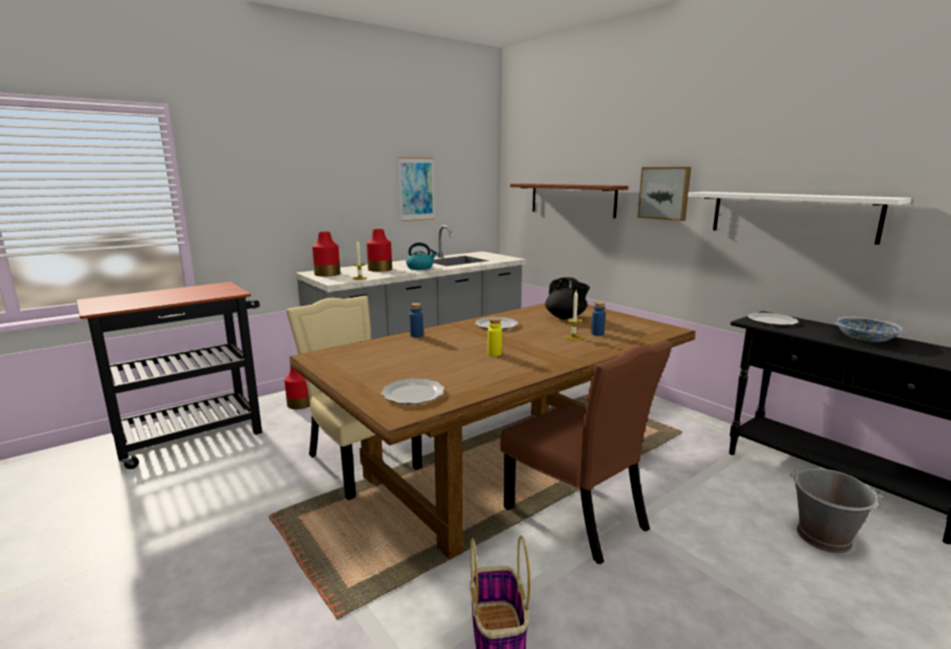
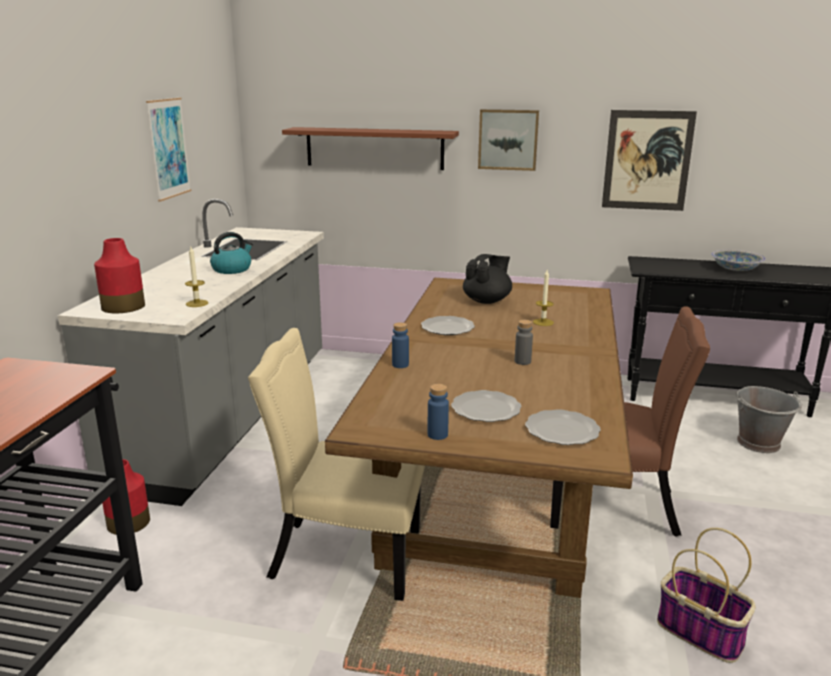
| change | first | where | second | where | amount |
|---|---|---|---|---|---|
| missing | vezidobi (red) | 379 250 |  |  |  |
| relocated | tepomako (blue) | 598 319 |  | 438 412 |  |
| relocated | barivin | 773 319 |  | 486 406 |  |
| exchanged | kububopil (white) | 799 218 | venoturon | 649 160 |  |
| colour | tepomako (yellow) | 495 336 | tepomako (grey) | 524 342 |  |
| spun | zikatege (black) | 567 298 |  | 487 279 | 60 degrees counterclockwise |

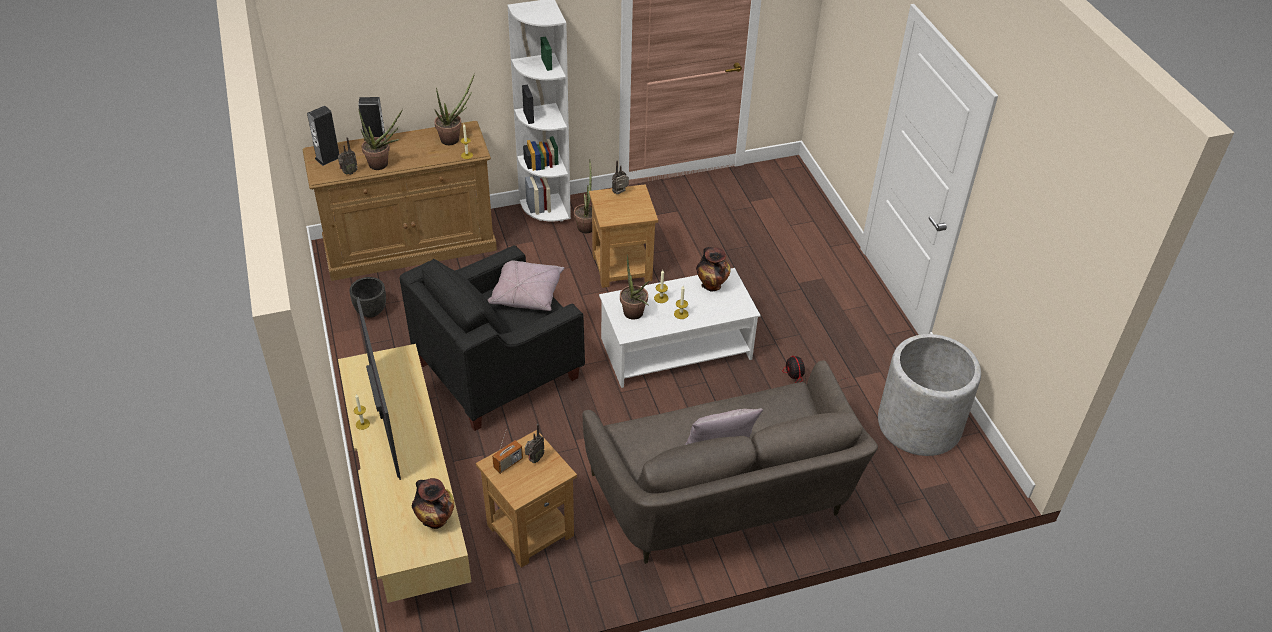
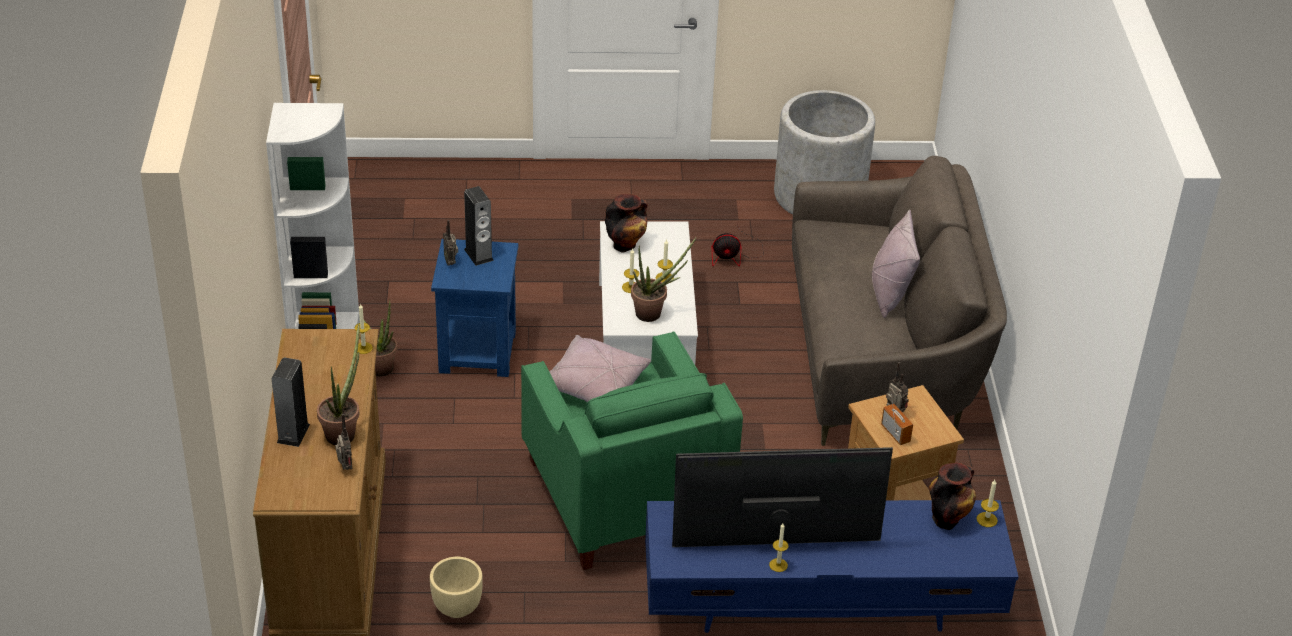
| change | first | where | second | where | amount |
|---|---|---|---|---|---|
| missing | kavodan | 454 109 |  |  |  |
| appeared |  |  | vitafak | 988 503 |  |
| relocated | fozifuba | 323 136 |  | 479 226 |  |
| colour | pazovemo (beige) | 404 473 | pazovemo (blue) | 832 566 |  |
| colour | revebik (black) | 367 297 | revebik (beige) | 456 587 |  |
| colour | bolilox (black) | 492 338 | bolilox (green) | 632 450 |  |
| colour | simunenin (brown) | 623 236 | simunenin (blue) | 474 308 |  |

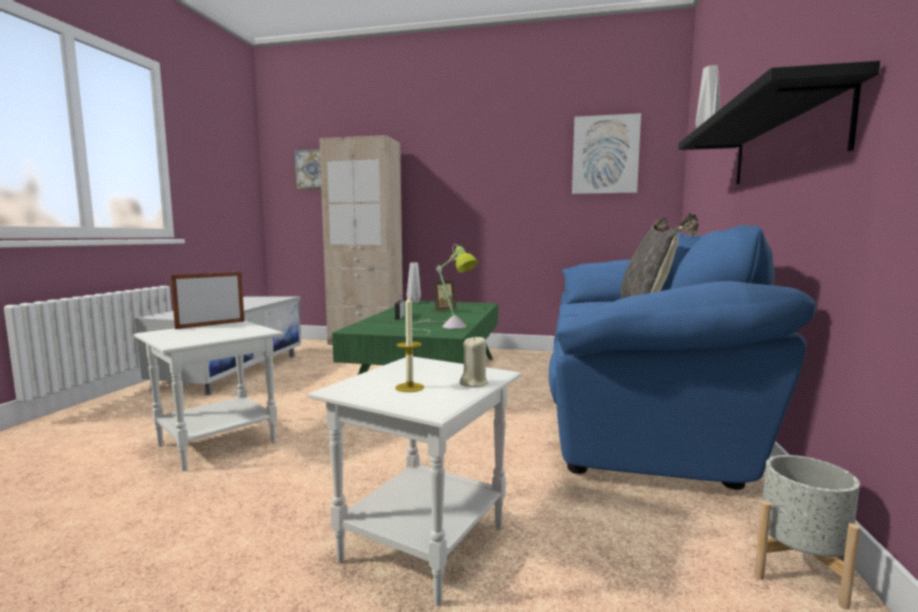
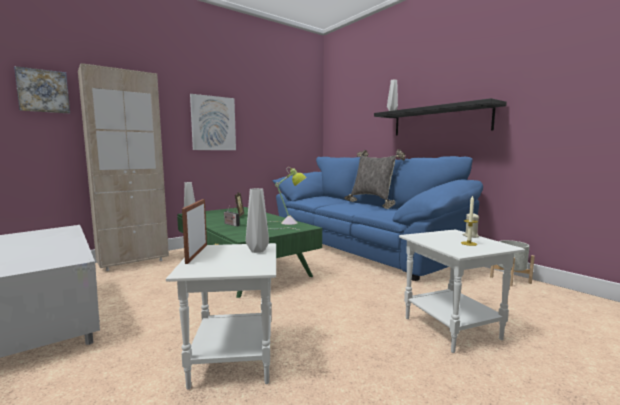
| change | first | where | second | where | amount |
|---|---|---|---|---|---|
| appeared |  |  | vezidobi (grey) | 257 220 |  |
| relocated | venoturon | 606 153 |  | 213 122 |  |

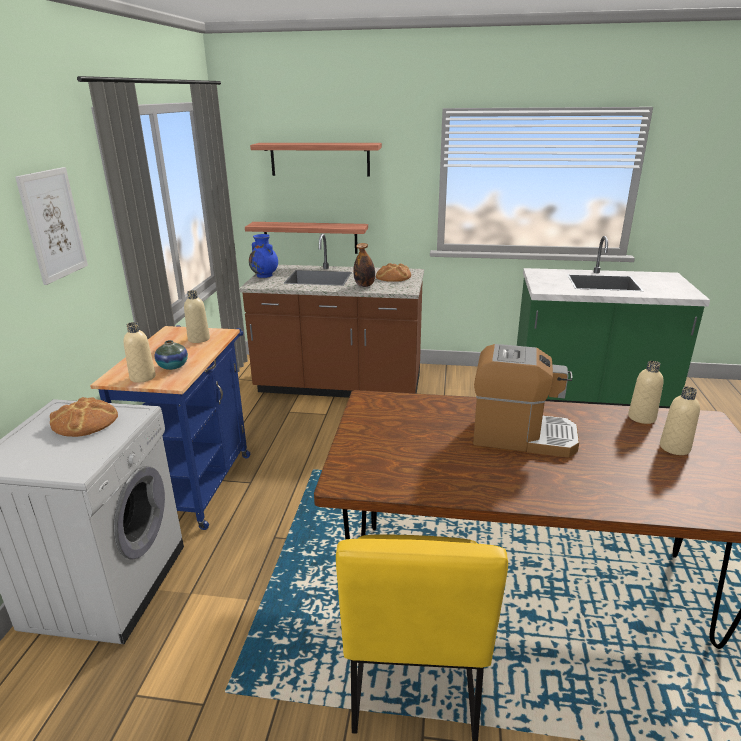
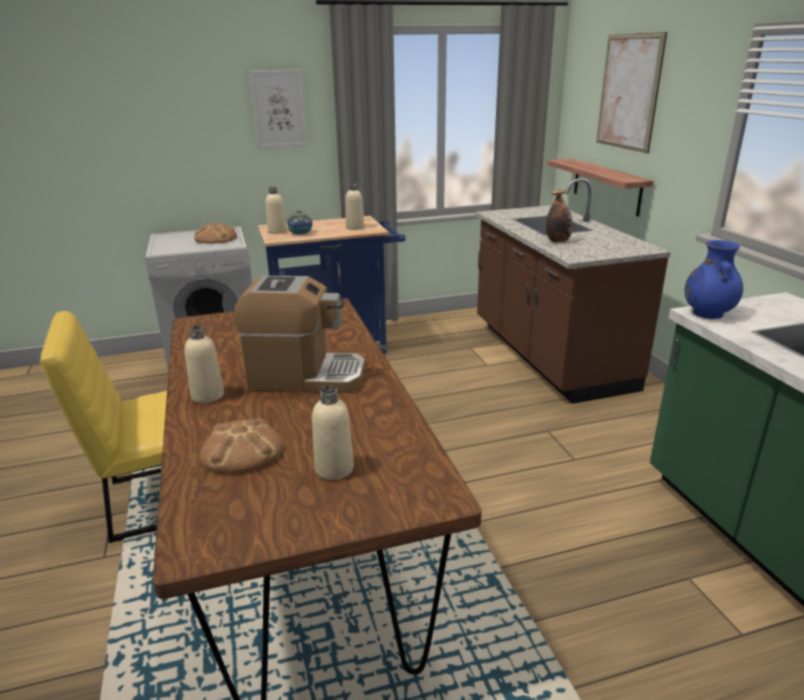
| change | first | where | second | where | amount |
|---|---|---|---|---|---|
| relocated | vezidobi (blue) | 263 256 |  | 713 279 |  |
| relocated | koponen | 393 272 |  | 241 446 |  |
| relocated | tepomako (beige) | 646 392 |  | 204 364 |  |
| exchanged | kububopil | 316 160 | venoturon | 631 93 |  |
| spun | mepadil | 526 401 |  | 300 334 | 75 degrees counterclockwise |

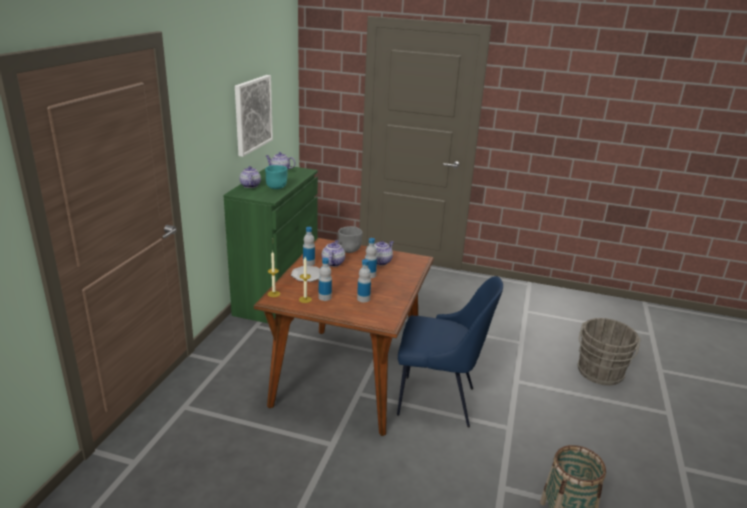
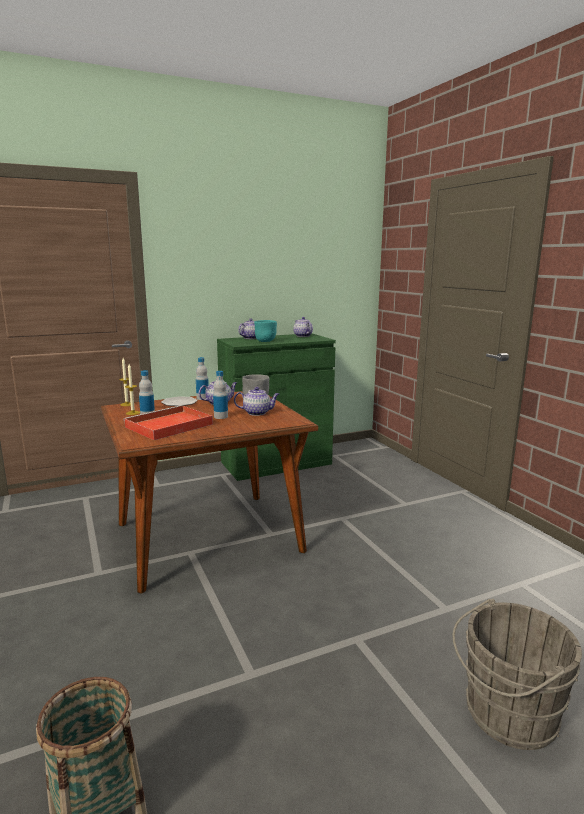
| change | first | where | second | where | amount |
|---|---|---|---|---|---|
| missing | venoturon | 254 116 |  |  |  |
| missing | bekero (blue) | 450 352 |  |  |  |
| exchanged | tepomako | 364 280 | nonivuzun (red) | 168 422 |  |

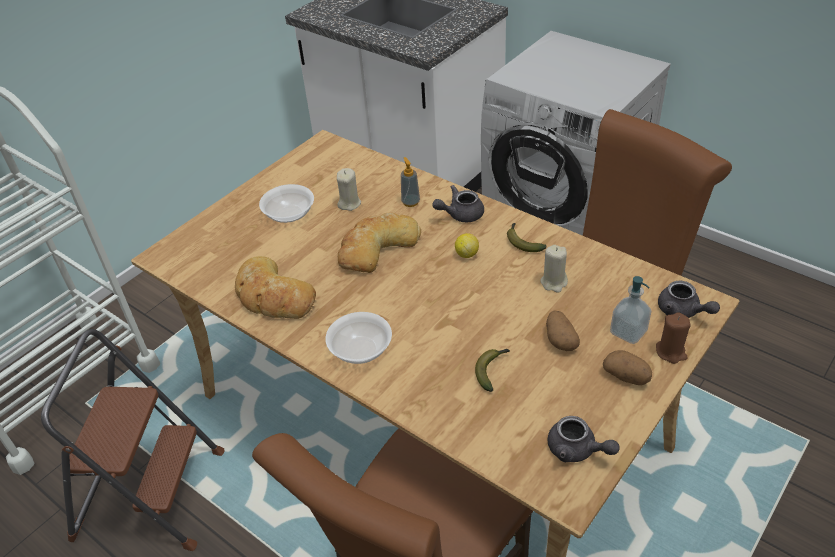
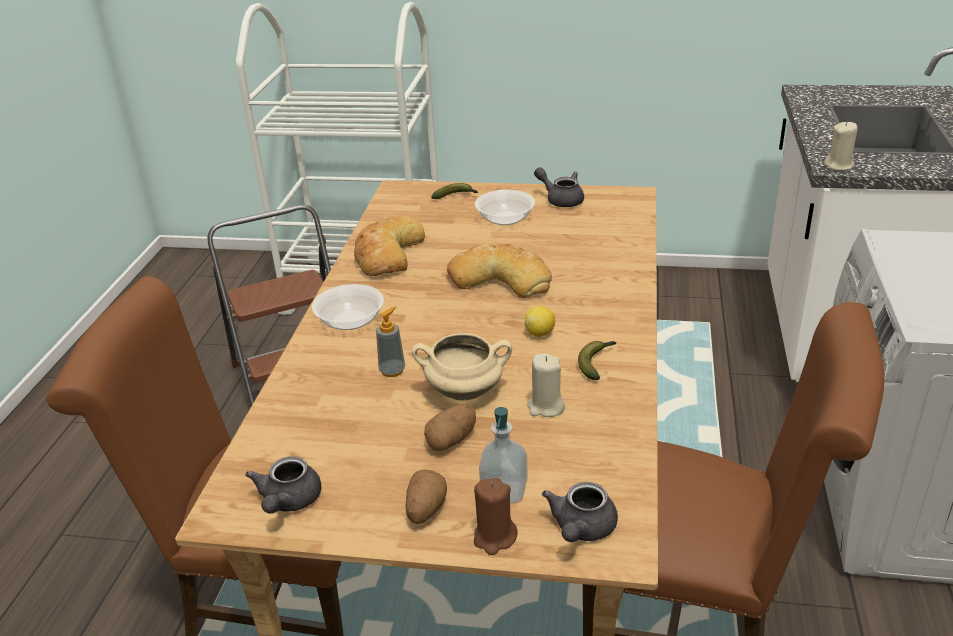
| change | first | where | second | where | amount |
|---|---|---|---|---|---|
| appeared |  |  | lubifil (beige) | 462 367 |  |
| relocated | vitafak (beige) | 349 189 |  | 841 145 |  |
| relocated | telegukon | 410 182 |  | 390 341 |  |
| relocated | zikatege (grey) | 458 203 |  | 559 187 |  |
| relocated | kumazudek | 492 370 |  | 454 191 |  |

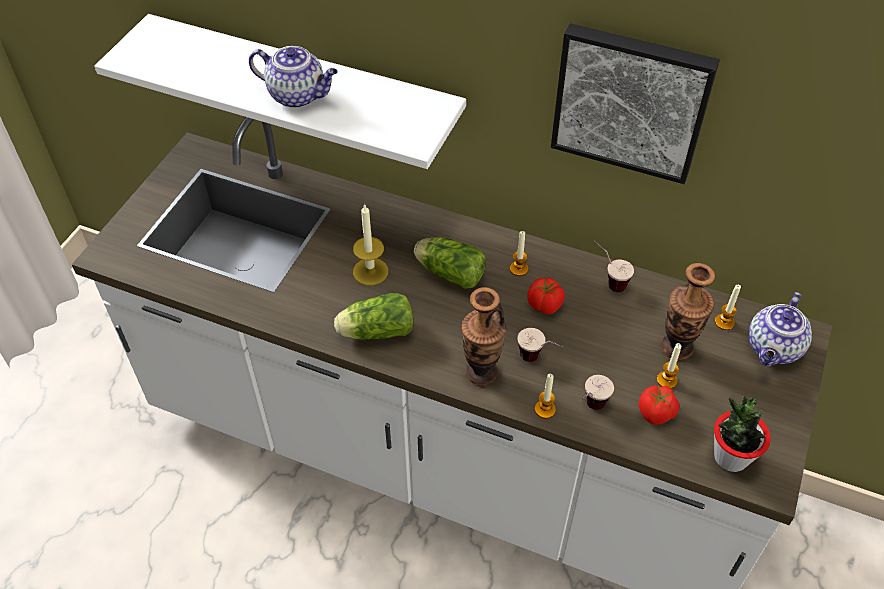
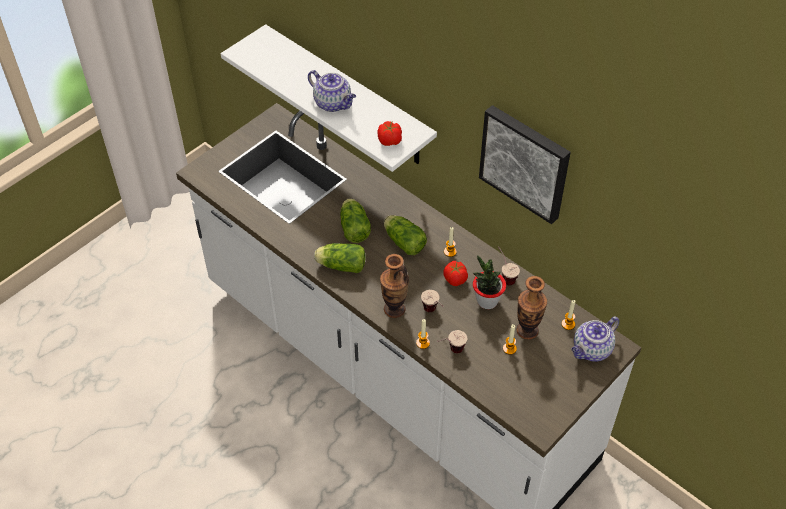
| change | first | where | second | where | amount |
|---|---|---|---|---|---|
| relocated | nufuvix | 658 405 |  | 390 133 |  |
| relocated | kavodan | 742 434 |  | 489 282 |  |
| exchanged | vitafak | 370 244 | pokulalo | 355 220 |  |

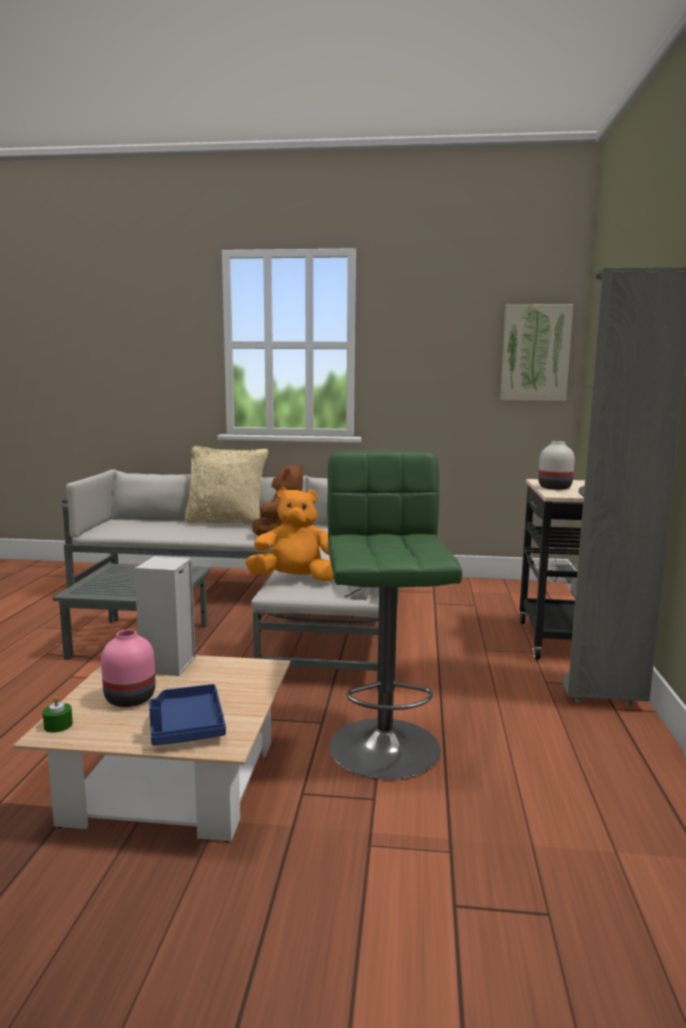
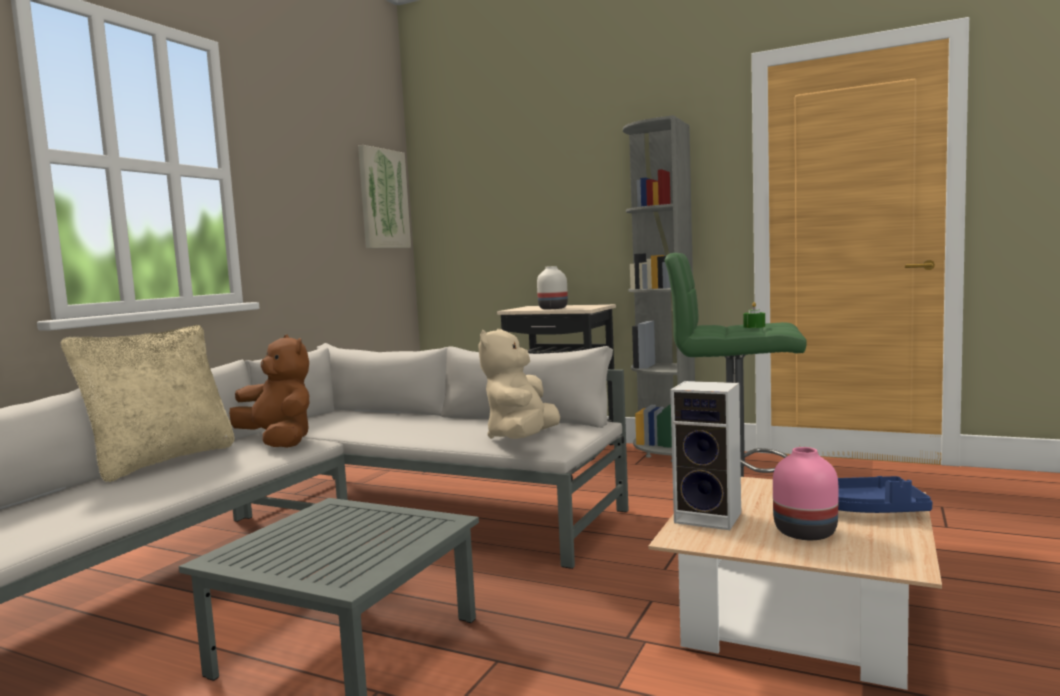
| change | first | where | second | where | amount |
|---|---|---|---|---|---|
| relocated | vitafak (green) | 58 714 |  | 754 315 |  |
| colour | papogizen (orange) | 289 534 | papogizen (beige) | 519 384 |  |

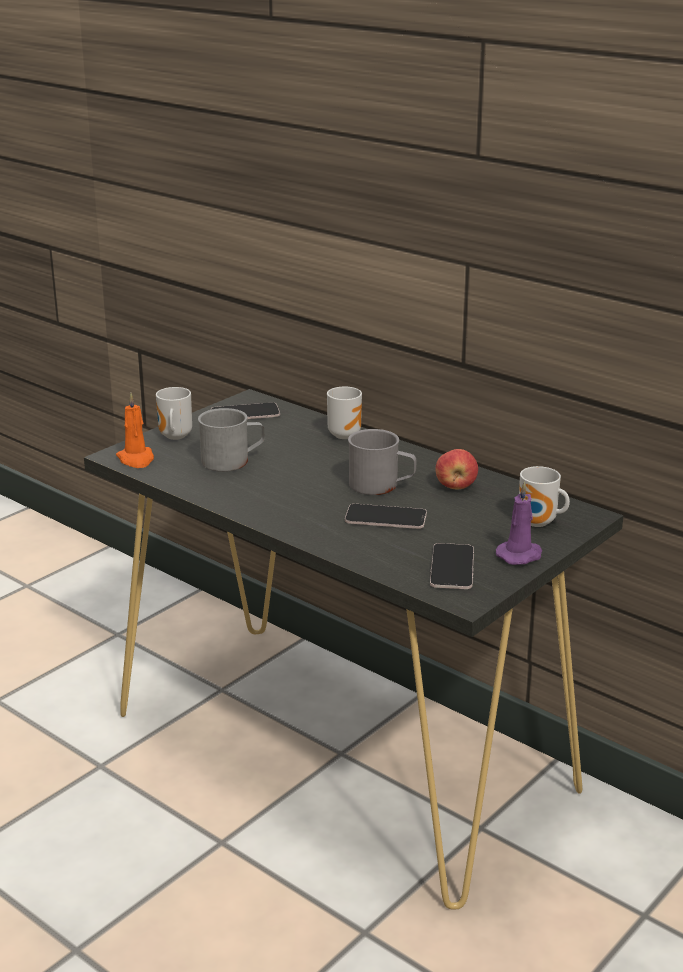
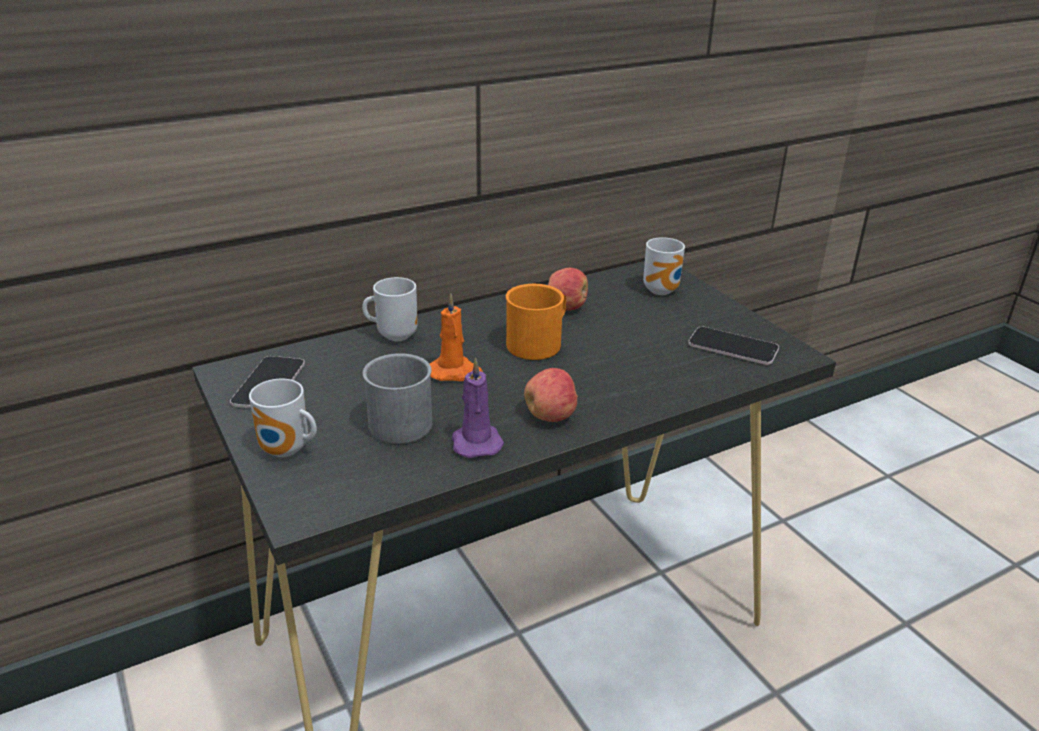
| change | first | where | second | where | amount |
|---|---|---|---|---|---|
| missing | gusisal | 386 516 |  |  |  |
| appeared |  |  | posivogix | 551 395 |  |
| relocated | vitafak (orange) | 135 430 |  | 456 337 |  |
| relocated | vitafak (purple) | 519 523 |  | 478 408 |  |
| colour | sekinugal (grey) | 382 462 | sekinugal (orange) | 536 322 |  |

